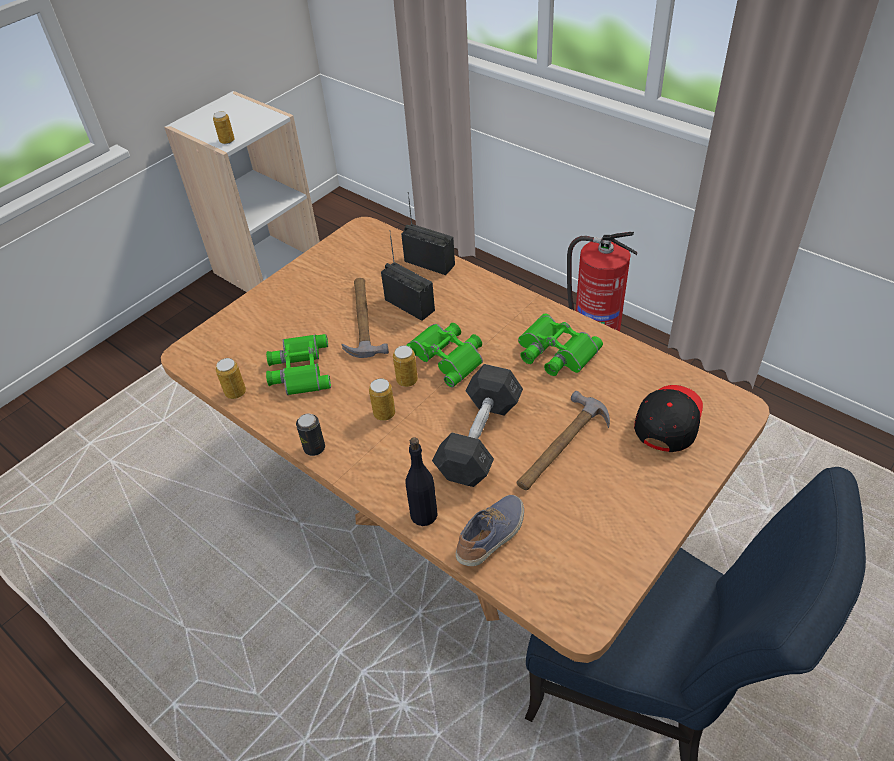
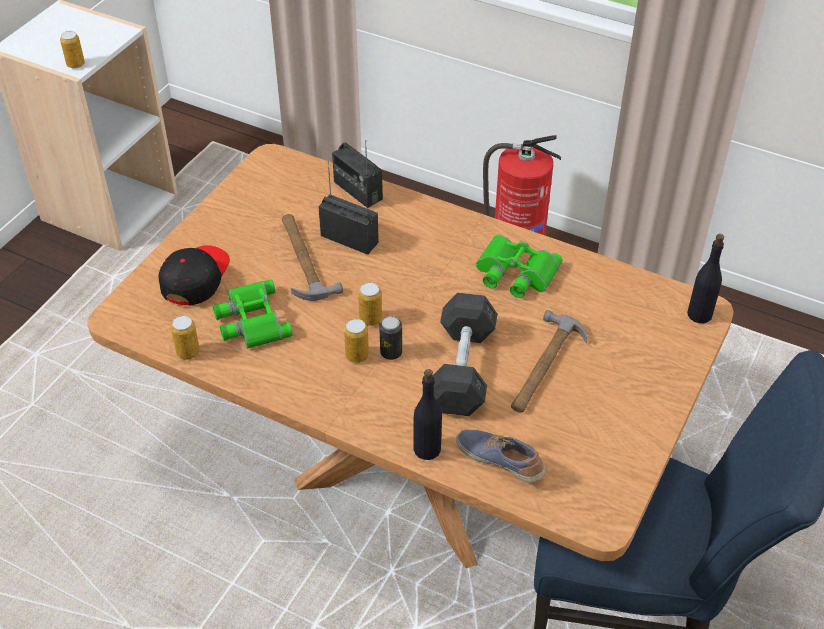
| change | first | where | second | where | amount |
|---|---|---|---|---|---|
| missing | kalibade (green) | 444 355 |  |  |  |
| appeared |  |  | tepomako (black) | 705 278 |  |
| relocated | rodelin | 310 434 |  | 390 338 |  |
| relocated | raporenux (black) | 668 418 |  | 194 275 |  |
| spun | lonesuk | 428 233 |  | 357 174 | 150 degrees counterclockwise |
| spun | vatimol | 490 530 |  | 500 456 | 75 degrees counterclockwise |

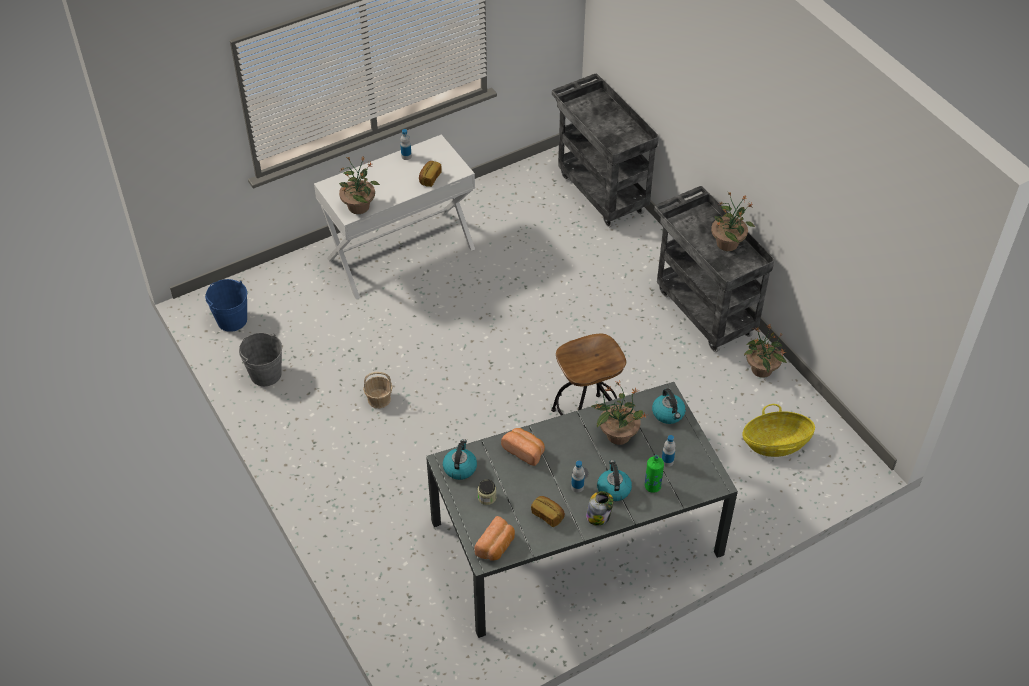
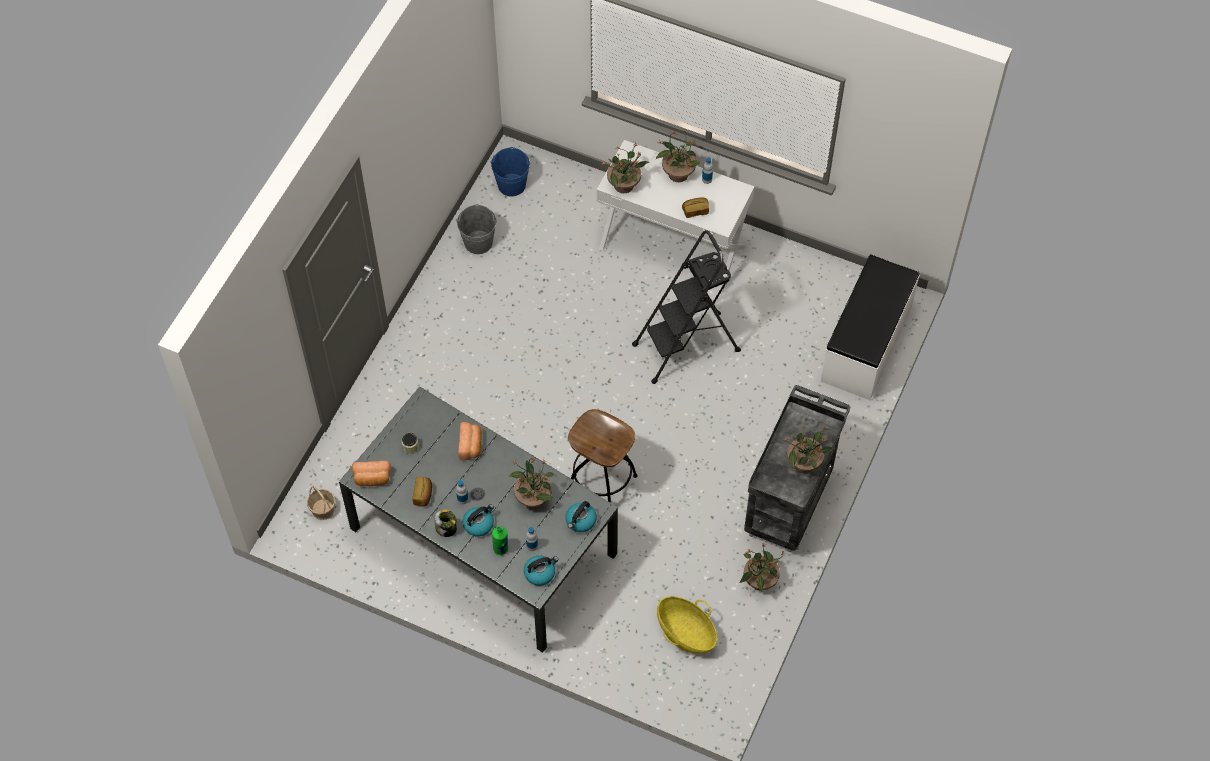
| change | first | where | second | where | amount |
|---|---|---|---|---|---|
| appeared |  |  | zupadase | 686 307 |  |
| appeared |  |  | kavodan | 678 156 |  |
| relocated | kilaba | 378 390 |  | 321 503 |  |
| relocated | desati | 460 459 |  | 541 570 |  |
| exchanged | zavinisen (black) | 605 150 | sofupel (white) | 870 327 |  |

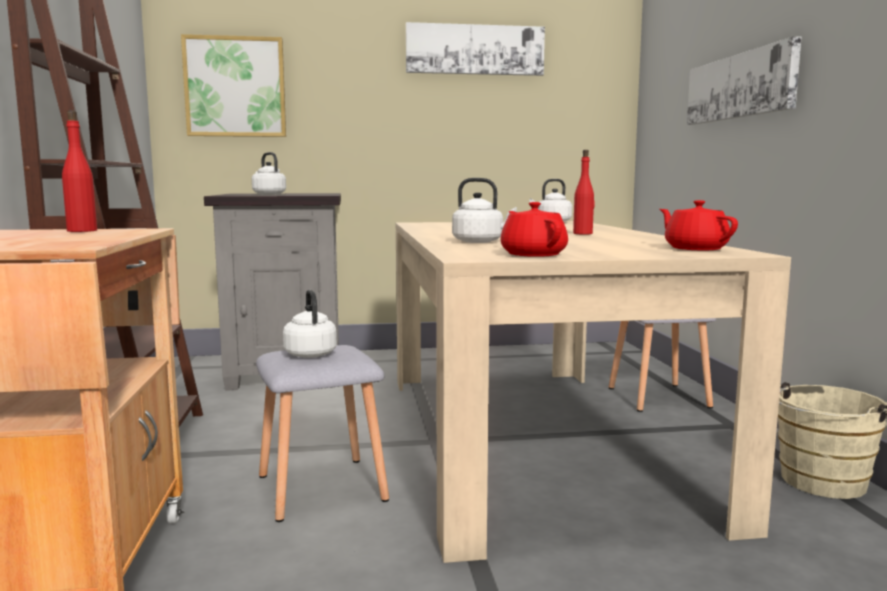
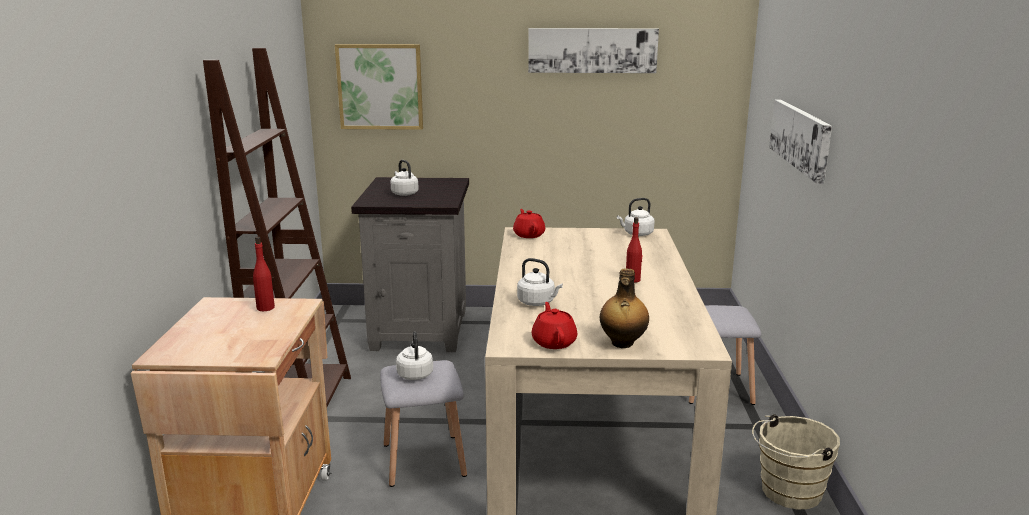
| change | first | where | second | where | amount |
|---|---|---|---|---|---|
| appeared |  |  | tepomako | 624 308 |  |
| relocated | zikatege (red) | 699 225 |  | 529 223 |  |

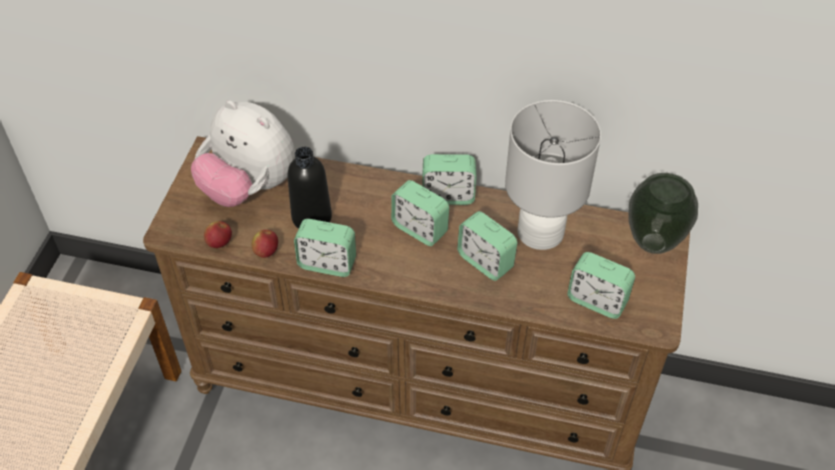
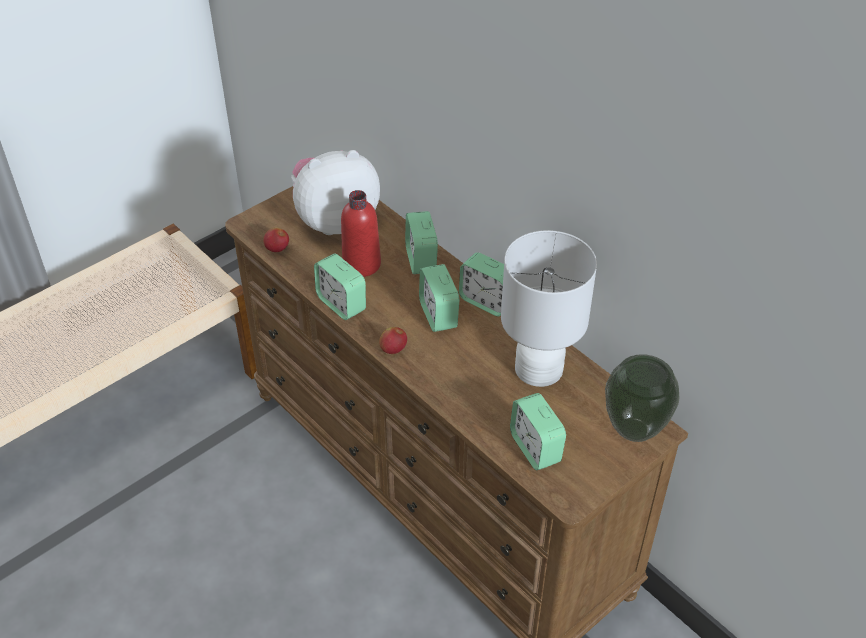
| change | first | where | second | where | amount |
|---|---|---|---|---|---|
| relocated | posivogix | 265 244 |  | 393 340 |  |
| relocated | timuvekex | 487 246 |  | 421 242 |  |
| colour | tepomako (black) | 310 188 | tepomako (red) | 361 233 |  |
| spun | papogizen | 243 153 |  | 335 192 | 90 degrees clockwise |

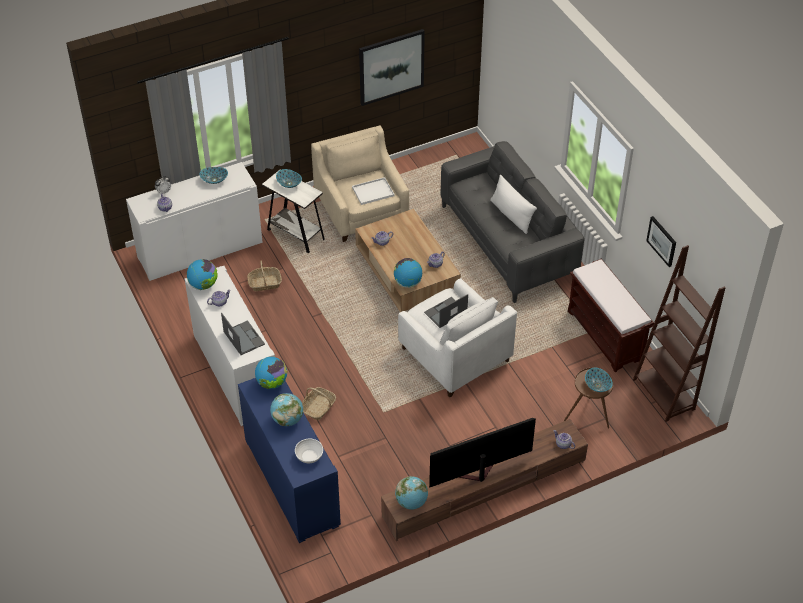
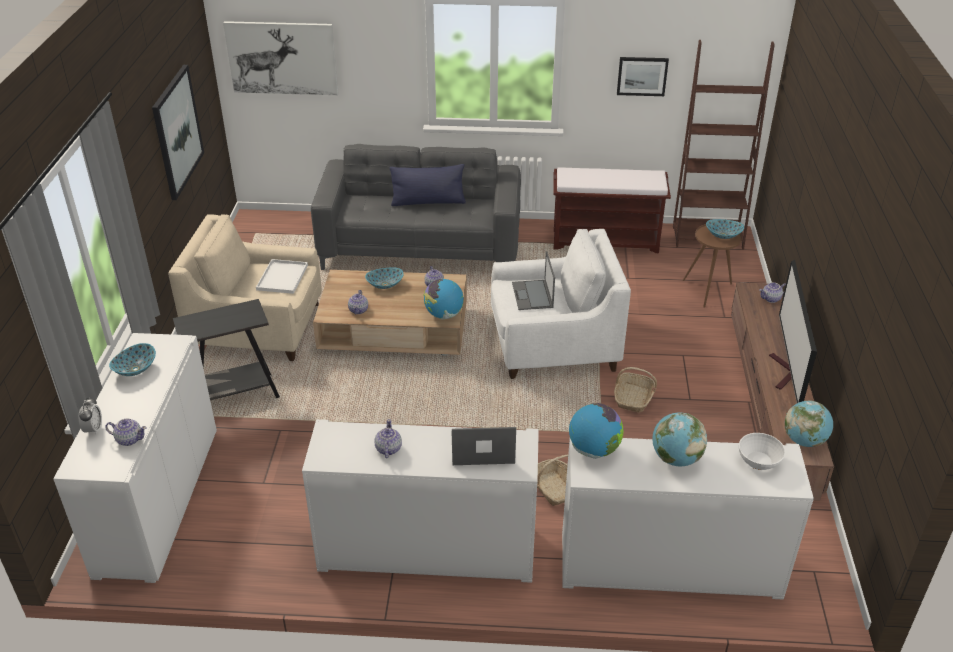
| change | first | where | second | where | amount |
|---|---|---|---|---|---|
| missing | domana | 202 274 |  |  |  |
| appeared |  |  | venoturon | 281 58 |  |
| relocated | kilaba | 264 275 |  | 635 389 |  |
| relocated | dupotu | 289 178 |  | 384 278 |  |
| colour | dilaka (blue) | 289 460 | dilaka (white) | 688 519 |  |
| colour | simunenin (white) | 293 211 | simunenin (black) | 226 349 |  |
| colour | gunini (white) | 513 204 | gunini (blue) | 428 185 |  |

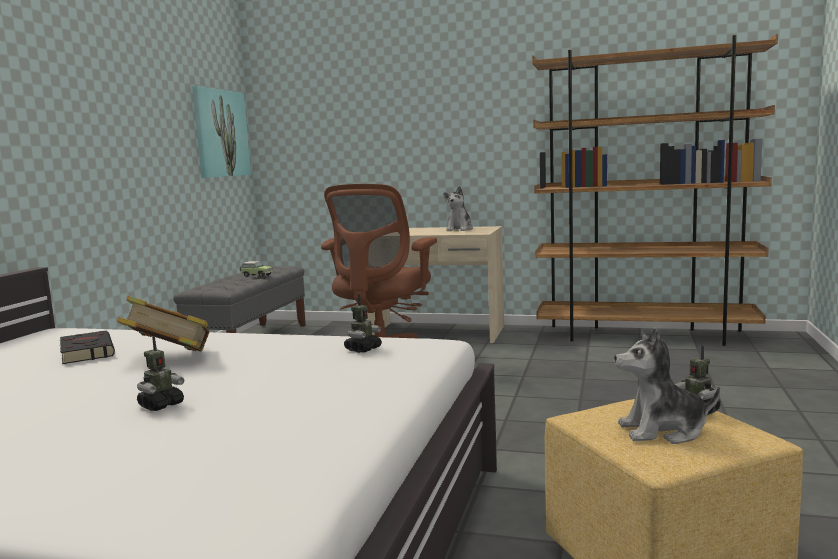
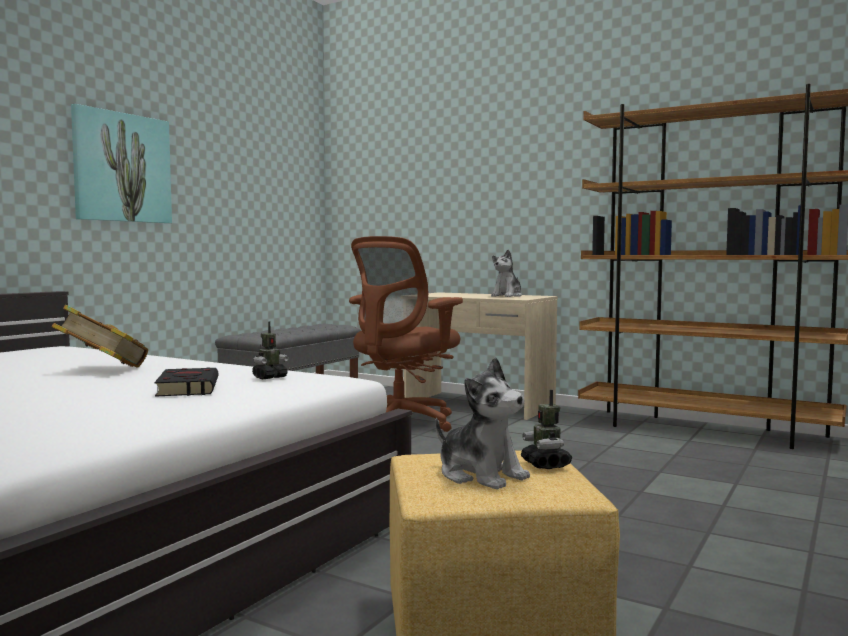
| change | first | where | second | where | amount |
|---|---|---|---|---|---|
| missing | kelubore | 160 373 |  |  |  |
| missing | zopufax | 256 269 |  |  |  |
| relocated | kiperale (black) | 87 347 |  | 187 382 |  |
| relocated | venoturon | 221 132 |  | 121 163 |  |
| spun | papogizen | 667 386 |  | 482 423 | 150 degrees counterclockwise |

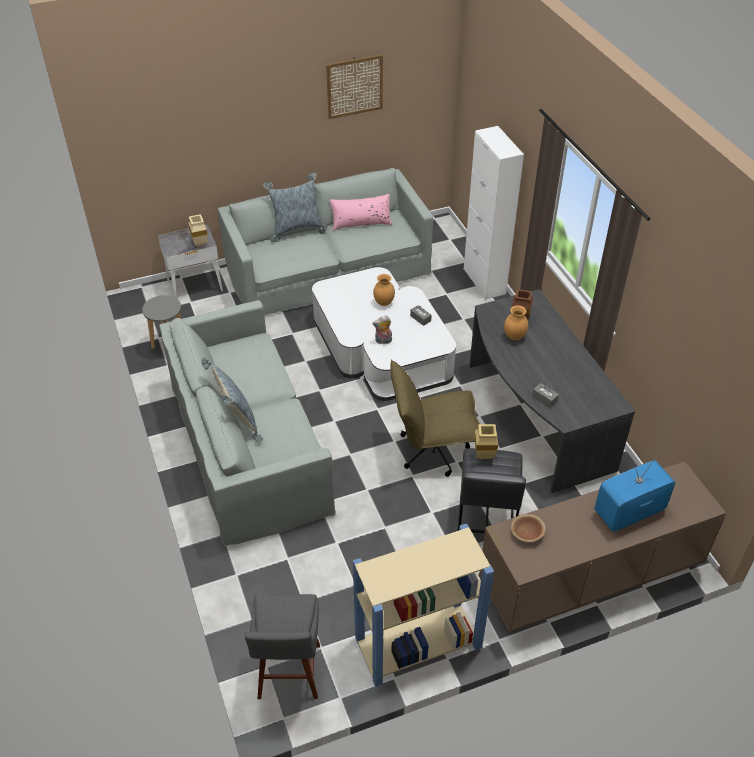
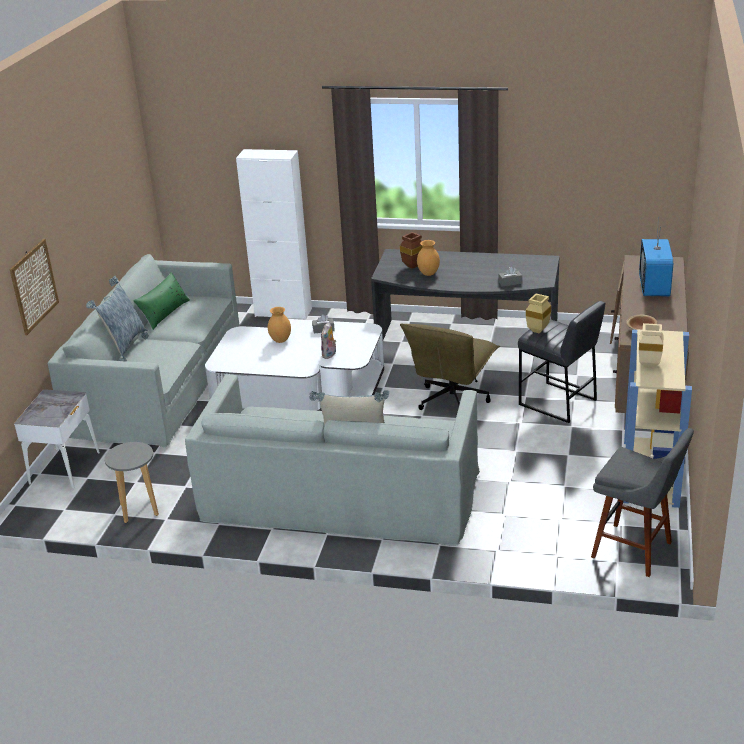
| change | first | where | second | where | amount |
|---|---|---|---|---|---|
| relocated | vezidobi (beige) | 198 230 |  | 651 345 |  |
| relocated | venoturon | 354 86 |  | 34 287 |  |
| colour | gunini (pink) | 361 212 | gunini (green) | 161 301 |  |

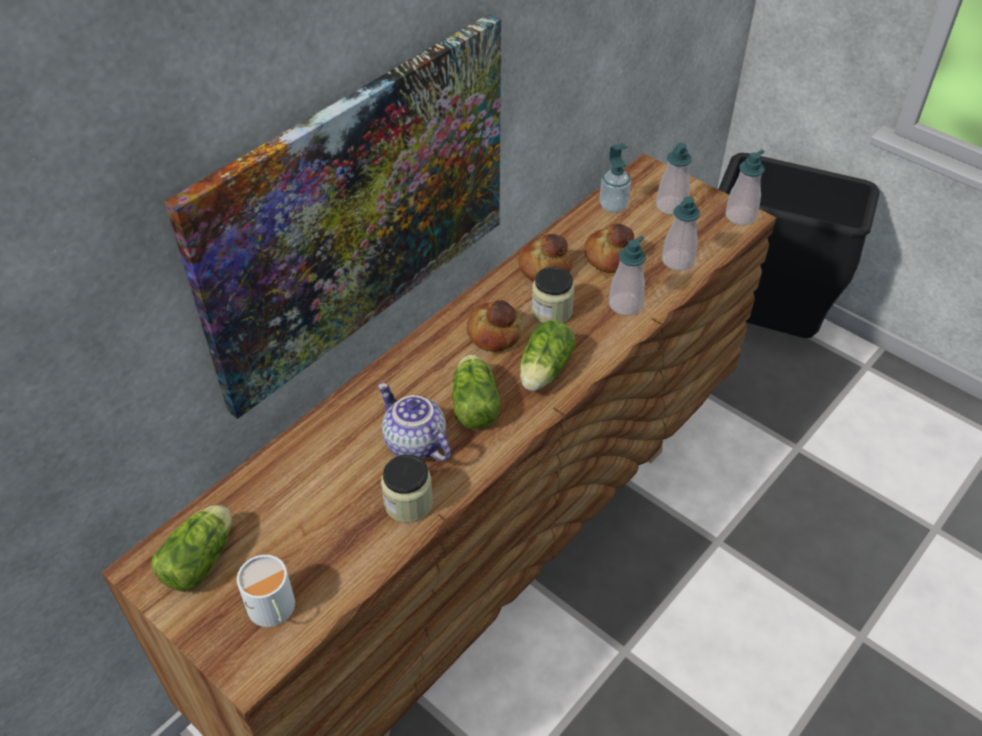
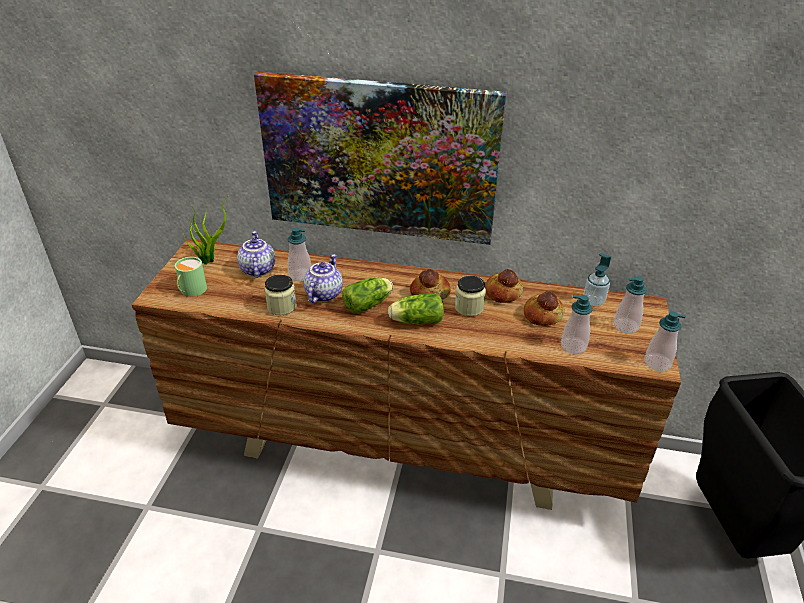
| change | first | where | second | where | amount |
|---|---|---|---|---|---|
| appeared |  |  | zikatege | 256 254 |  |
| relocated | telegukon | 627 276 |  | 299 254 |  |
| exchanged | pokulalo | 191 548 | kavodan | 204 232 |  |
| colour | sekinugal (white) | 266 591 | sekinugal (green) | 191 277 |  |

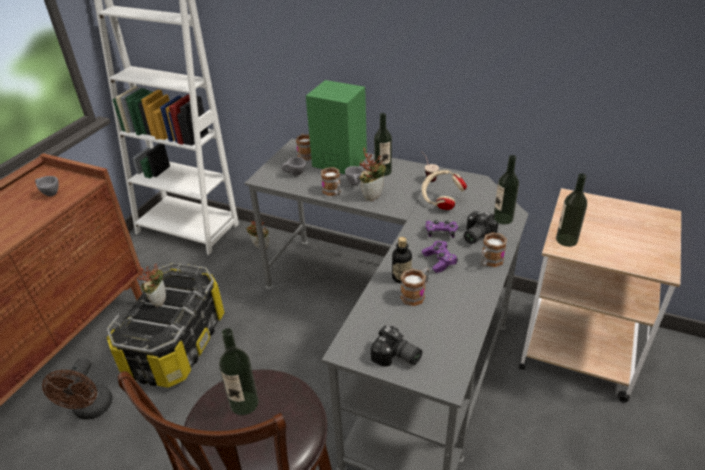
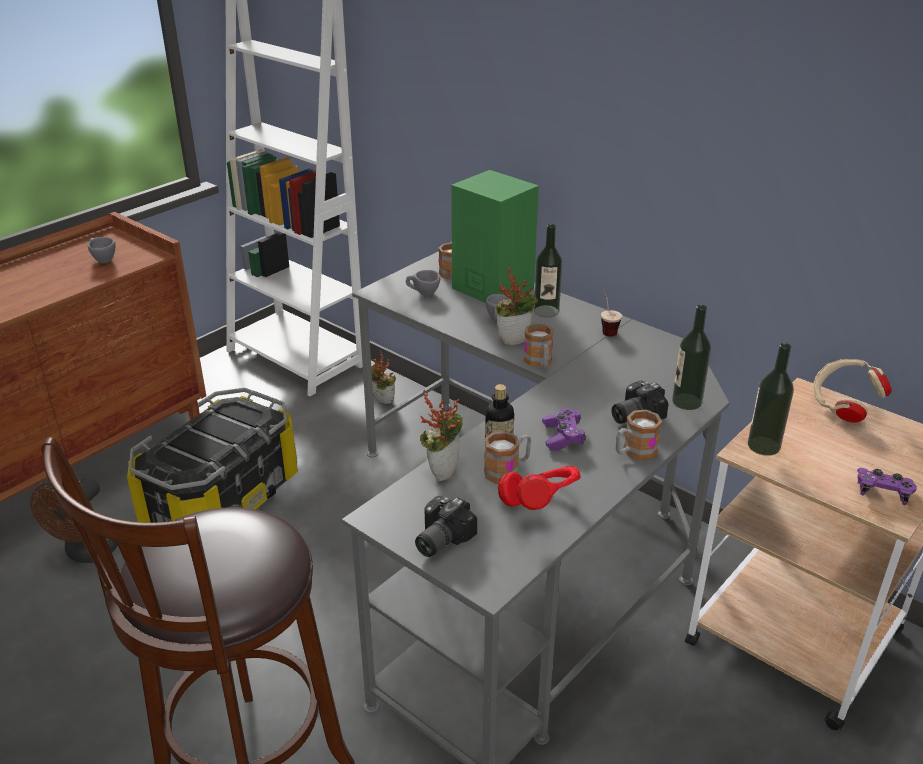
| change | first | where | second | where | amount |
|---|---|---|---|---|---|
| missing | tepomako | 239 371 |  |  |  |
| appeared |  |  | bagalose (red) | 539 488 |  |
| relocated | kavodan | 151 285 |  | 441 435 |  |
| relocated | sekinugal | 331 181 |  | 539 345 |  |
| relocated | bagalose (beige) | 444 190 |  | 852 391 |  |
| relocated | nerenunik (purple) | 441 229 |  | 887 486 |  |
| spun | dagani | 396 346 |  | 446 526 | 75 degrees clockwise |

